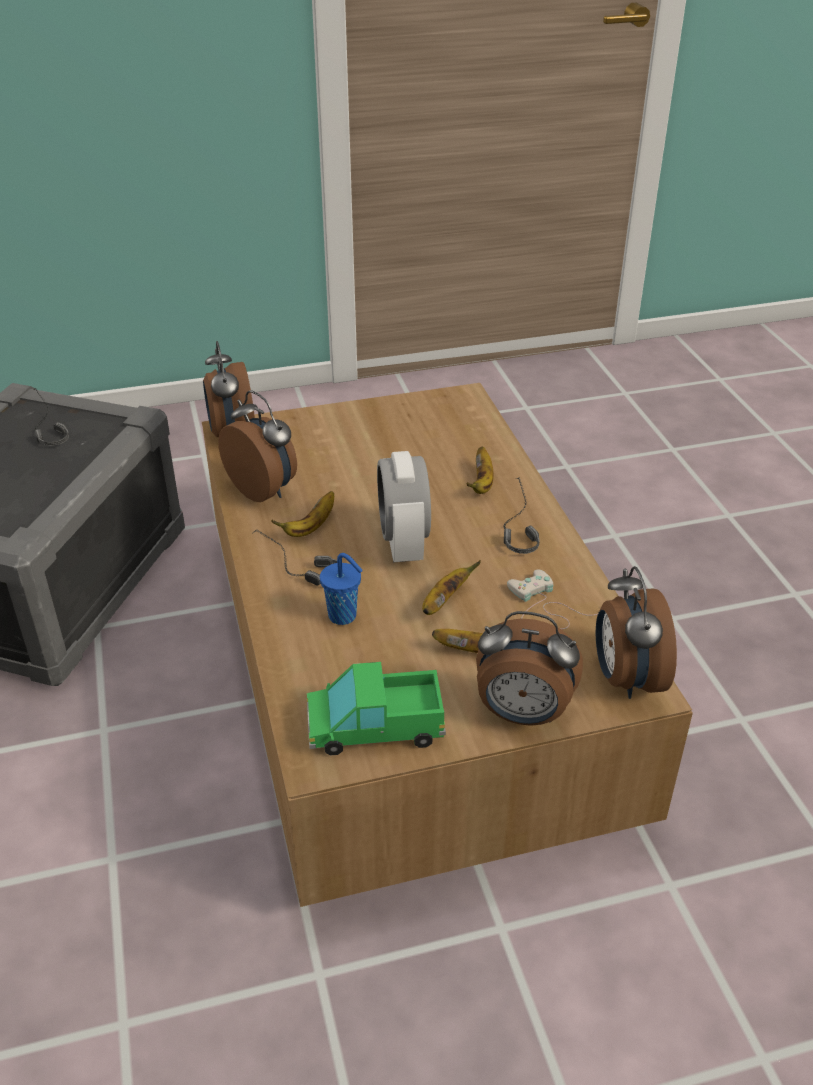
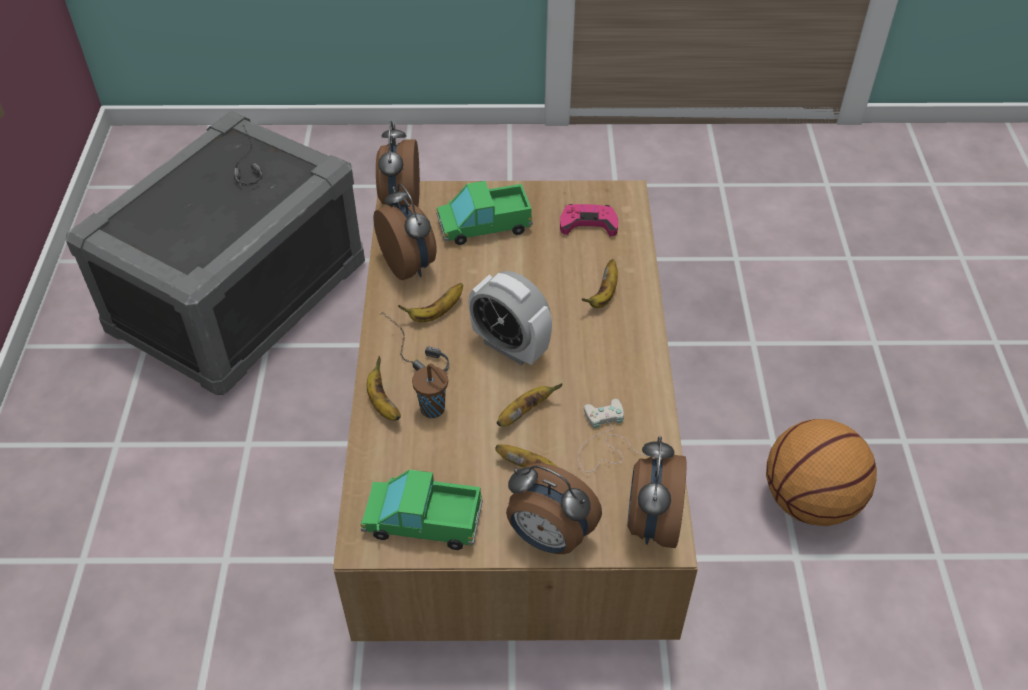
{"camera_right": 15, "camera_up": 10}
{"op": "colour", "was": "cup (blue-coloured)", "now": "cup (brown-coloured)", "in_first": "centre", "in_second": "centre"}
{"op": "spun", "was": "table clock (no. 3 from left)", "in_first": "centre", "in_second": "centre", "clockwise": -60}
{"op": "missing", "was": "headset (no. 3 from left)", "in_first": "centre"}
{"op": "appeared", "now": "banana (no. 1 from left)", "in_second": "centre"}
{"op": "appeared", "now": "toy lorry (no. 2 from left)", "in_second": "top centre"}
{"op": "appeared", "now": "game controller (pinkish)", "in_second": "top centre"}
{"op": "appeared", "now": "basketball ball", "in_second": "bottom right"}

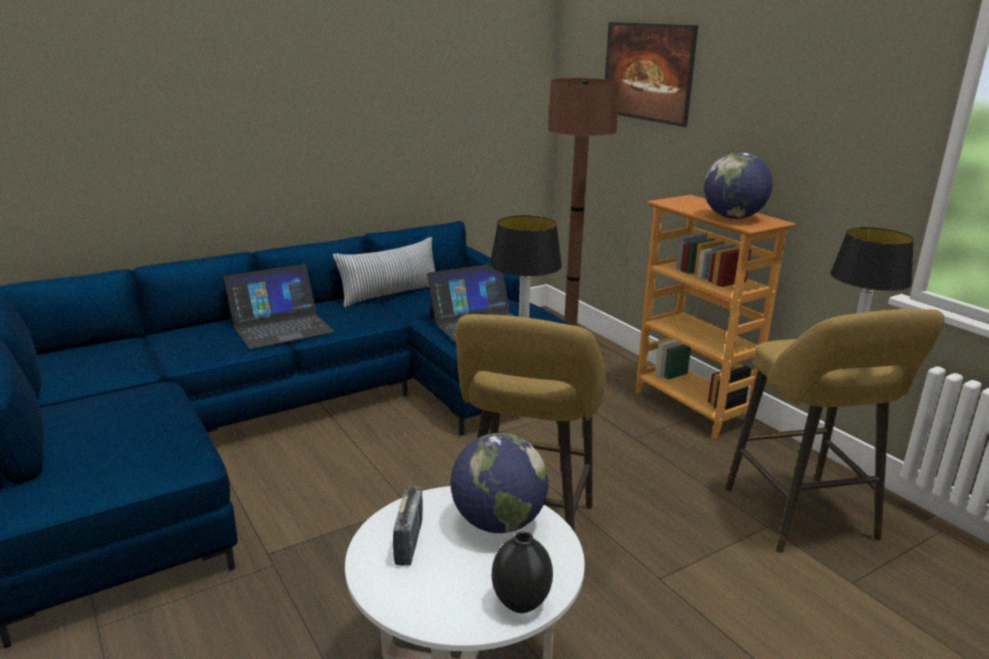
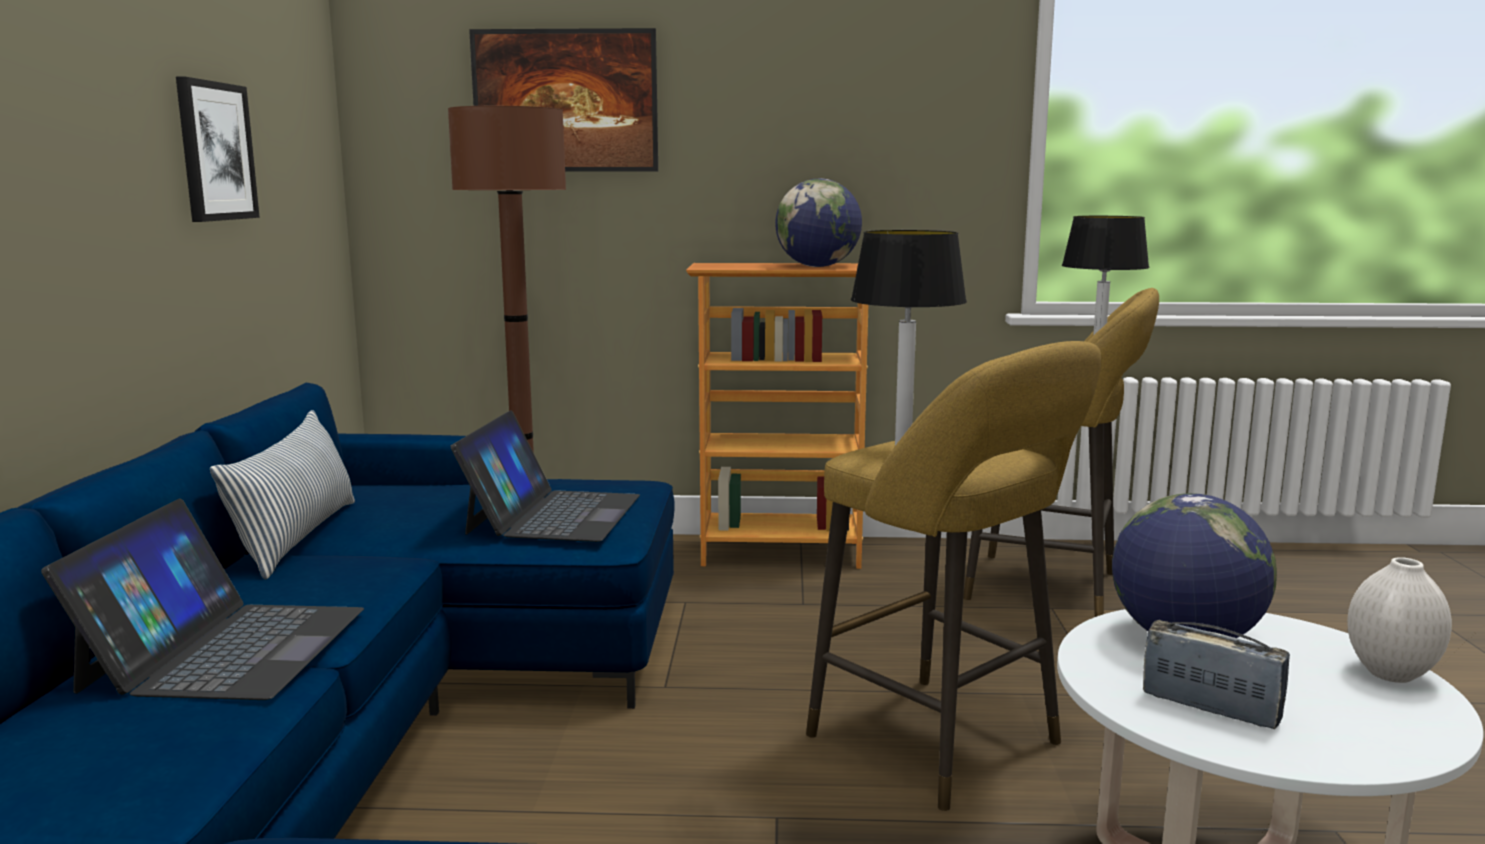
{"camera_right": -55, "camera_up": -10}
{"op": "colour", "was": "flower vase (black)", "now": "flower vase (white)", "in_first": "bottom centre", "in_second": "bottom right"}
{"op": "appeared", "now": "picture (no. 1 from left)", "in_second": "top left"}

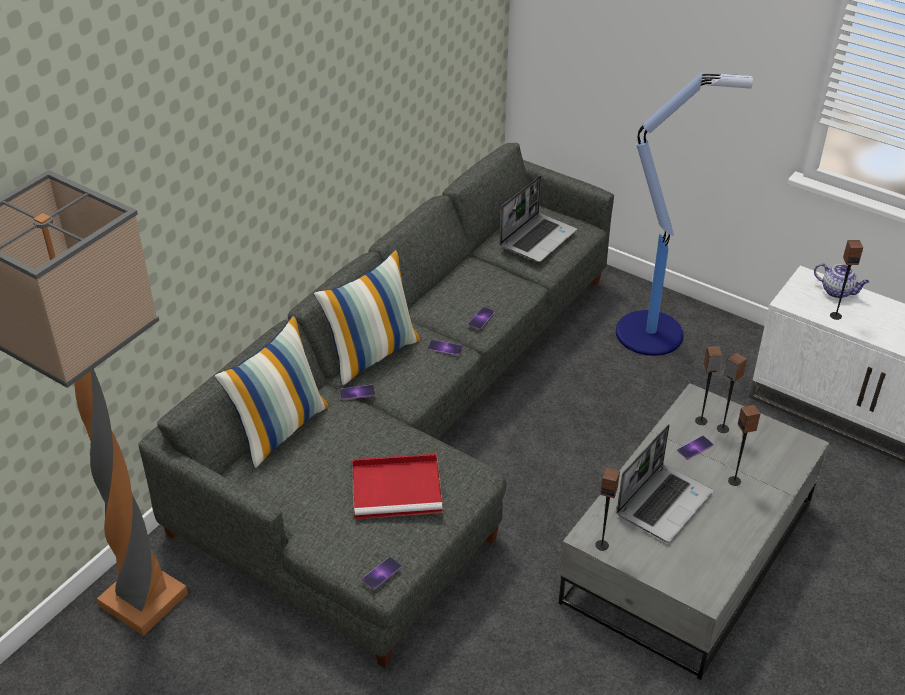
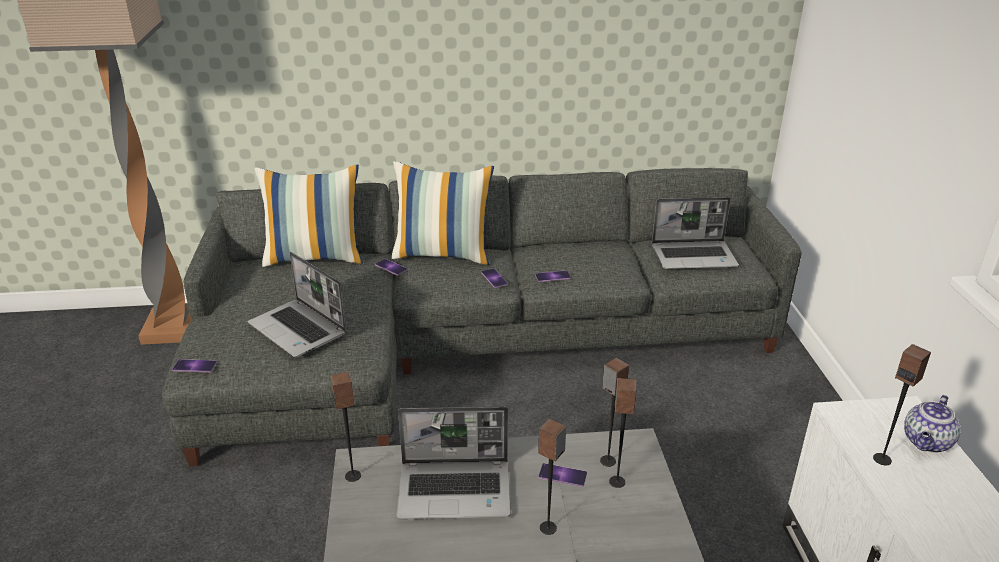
{"camera_right": 50, "camera_up": -10}
{"op": "exchanged", "was": "serving tray (red)", "now": "laptop (no. 1 from left)", "in_first": "bottom centre", "in_second": "middle left"}
{"op": "missing", "was": "standing lamp (no. 2 from left)", "in_first": "top right"}
{"op": "spun", "was": "tea pot", "in_first": "middle right", "in_second": "bottom right", "clockwise": 45}

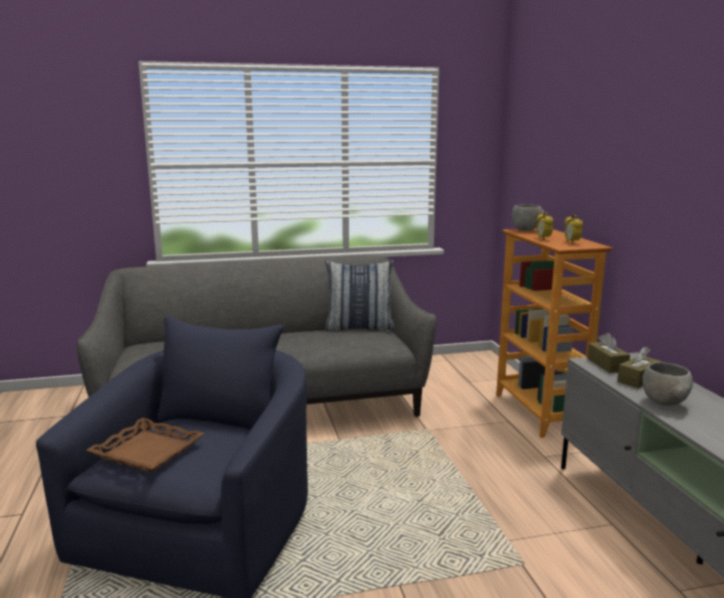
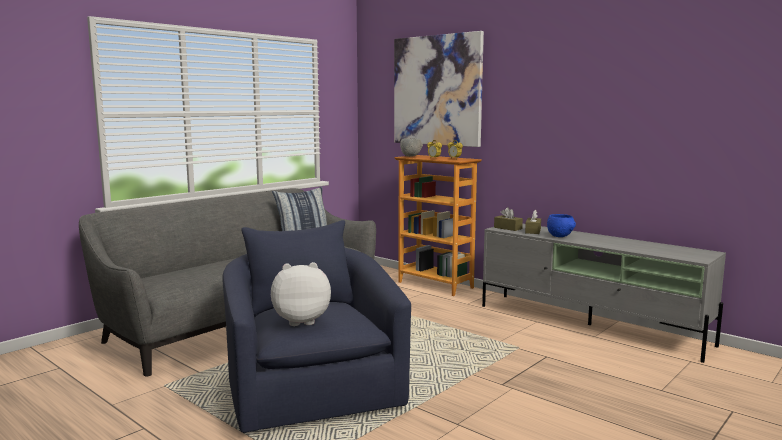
{"camera_right": -35, "camera_up": -5}
{"op": "exchanged", "was": "serving tray (brown-coloured)", "now": "soft toy", "in_first": "bottom left", "in_second": "bottom centre"}
{"op": "colour", "was": "bowl (grey) (no. 2 from left)", "now": "bowl (blue-coloured)", "in_first": "middle right", "in_second": "middle right"}
{"op": "appeared", "now": "picture", "in_second": "top centre"}

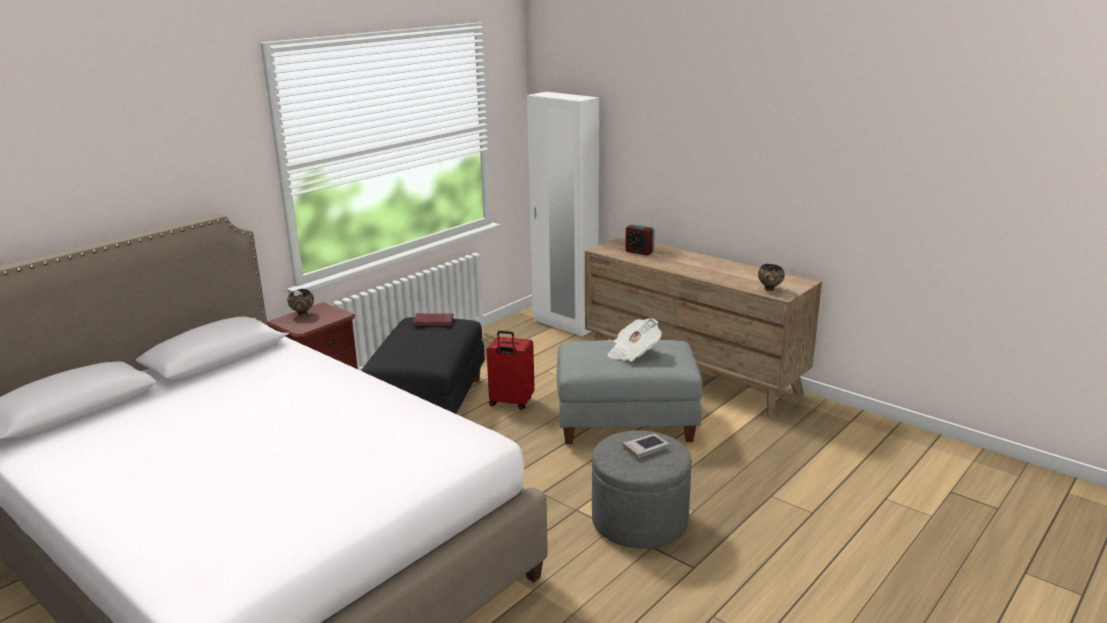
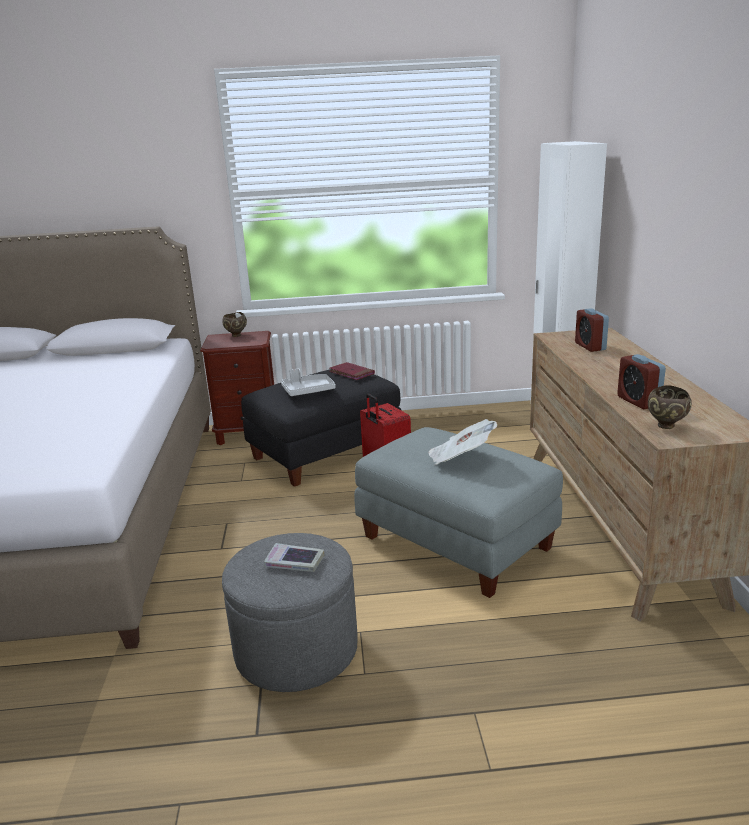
{"camera_right": 45, "camera_up": 0}
{"op": "appeared", "now": "serving tray (grey)", "in_second": "centre"}
{"op": "appeared", "now": "table clock (no. 2 from left)", "in_second": "middle right"}

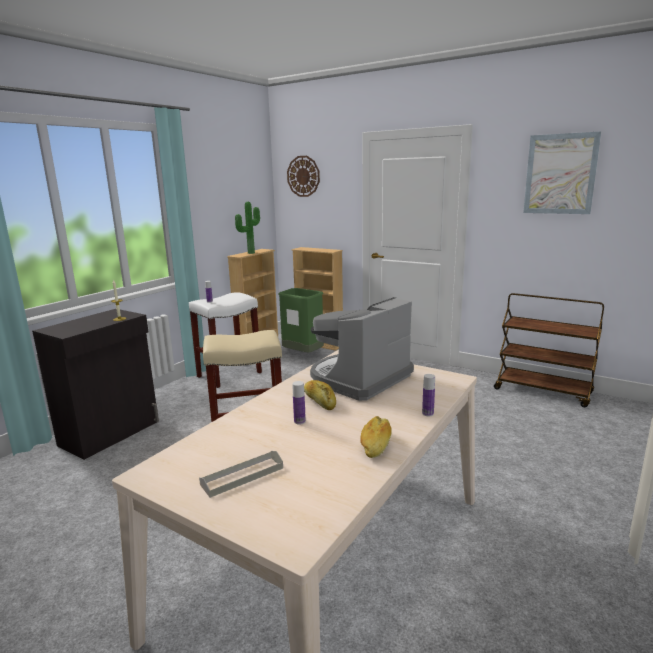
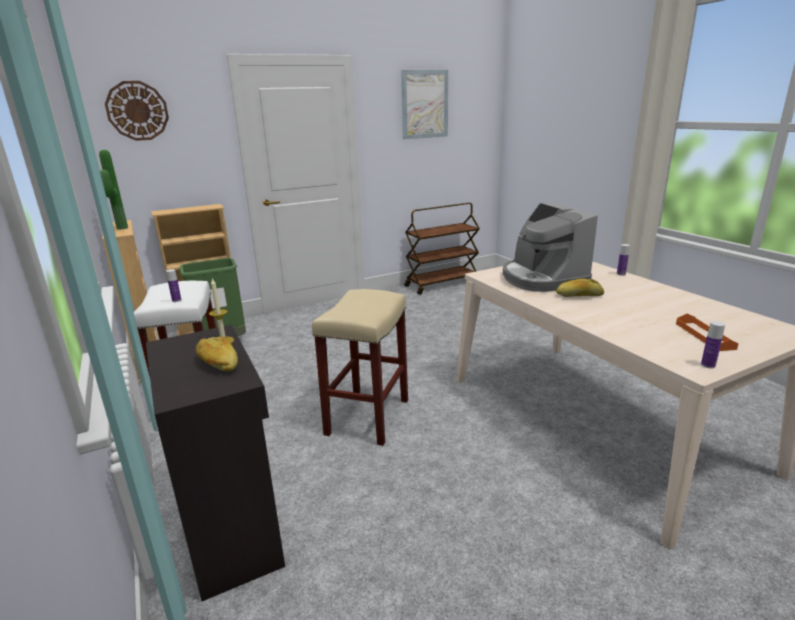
{"camera_right": -60, "camera_up": 5}
{"op": "colour", "was": "serving tray (grey)", "now": "serving tray (orange)", "in_first": "bottom centre", "in_second": "middle right"}
{"op": "relocated", "was": "beverage bottle (no. 2 from left in the first image)", "now": "beverage bottle (no. 3 from left)", "in_first": "centre", "in_second": "middle right"}
{"op": "relocated", "was": "bread (no. 2 from left in the first image)", "now": "bread (no. 1 from left)", "in_first": "bottom centre", "in_second": "middle left"}

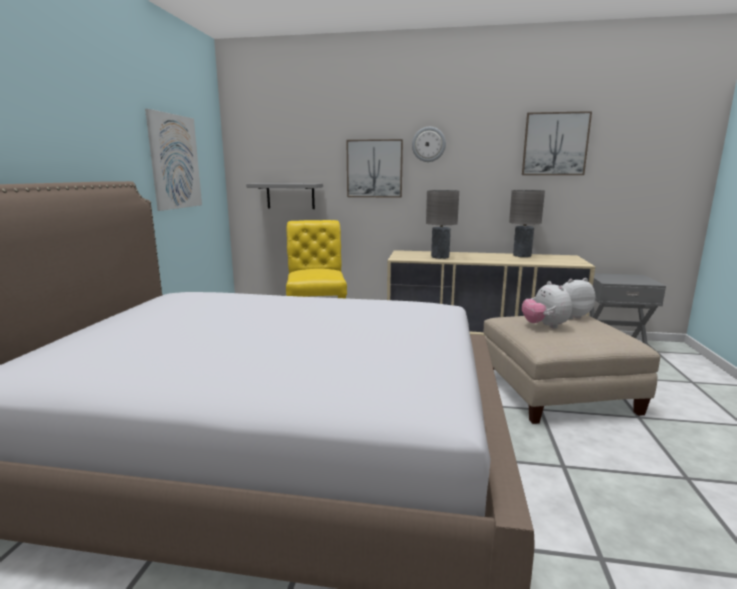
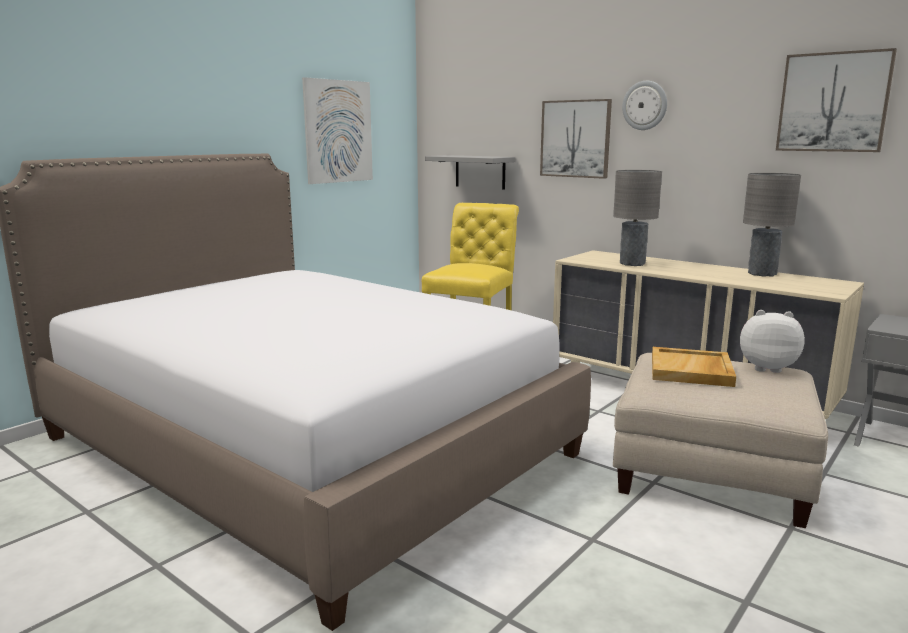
{"camera_right": 30, "camera_up": 0}
{"op": "exchanged", "was": "soft toy (no. 1 from left)", "now": "serving tray (beige)", "in_first": "middle right", "in_second": "middle right"}

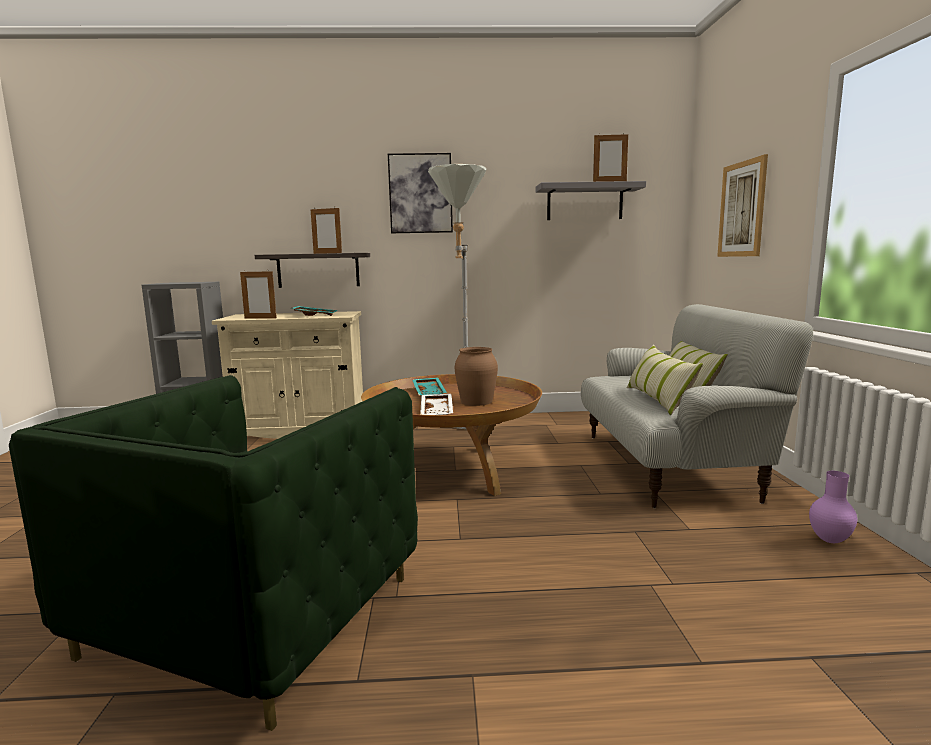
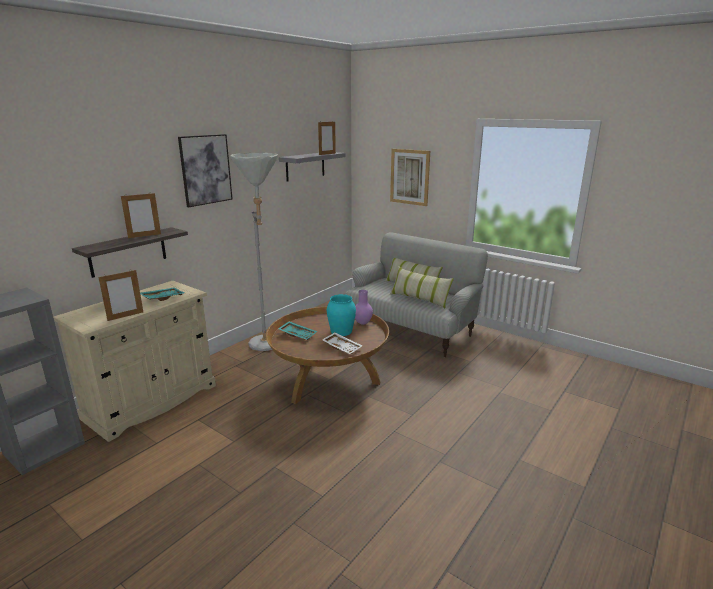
{"camera_right": -50, "camera_up": 10}
{"op": "missing", "was": "armchair (greenish)", "in_first": "bottom left"}
{"op": "colour", "was": "flower vase (brown-coloured)", "now": "flower vase (turquoise)", "in_first": "centre", "in_second": "centre"}
{"op": "relocated", "was": "flower vase (purplish)", "in_first": "bottom right", "in_second": "centre"}

